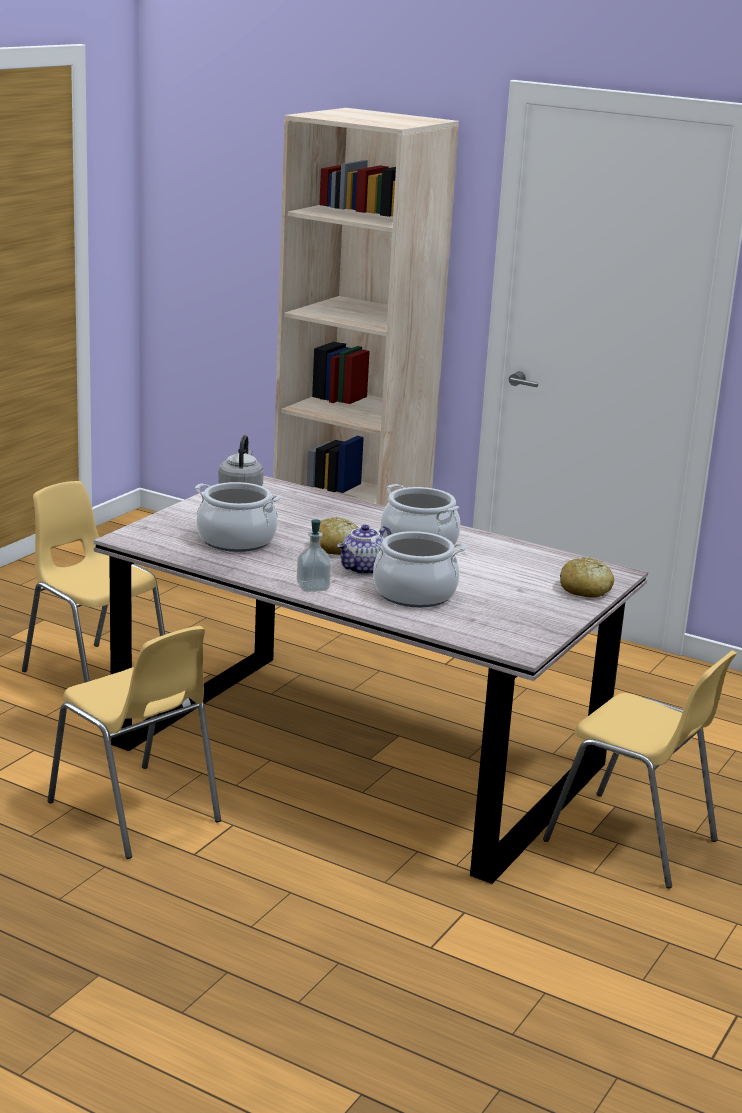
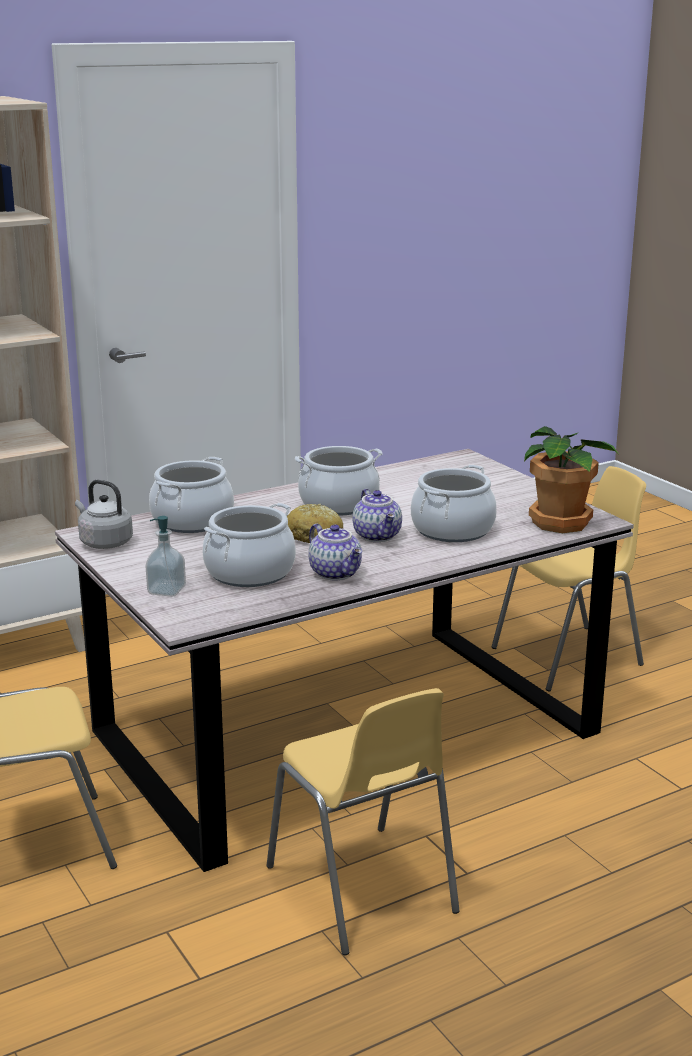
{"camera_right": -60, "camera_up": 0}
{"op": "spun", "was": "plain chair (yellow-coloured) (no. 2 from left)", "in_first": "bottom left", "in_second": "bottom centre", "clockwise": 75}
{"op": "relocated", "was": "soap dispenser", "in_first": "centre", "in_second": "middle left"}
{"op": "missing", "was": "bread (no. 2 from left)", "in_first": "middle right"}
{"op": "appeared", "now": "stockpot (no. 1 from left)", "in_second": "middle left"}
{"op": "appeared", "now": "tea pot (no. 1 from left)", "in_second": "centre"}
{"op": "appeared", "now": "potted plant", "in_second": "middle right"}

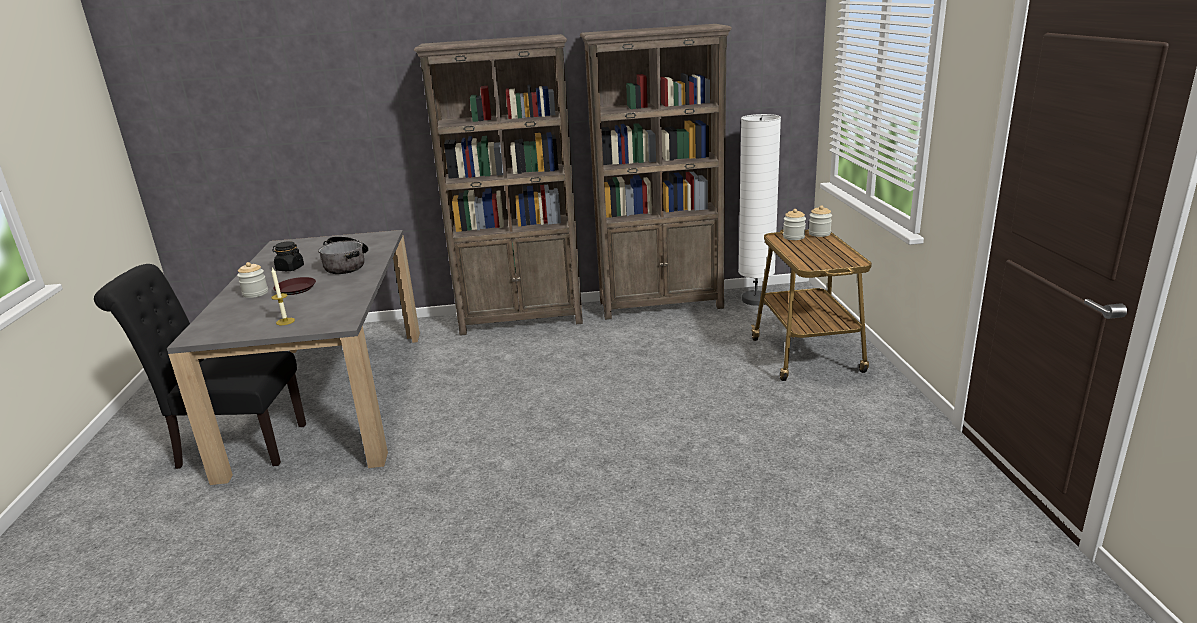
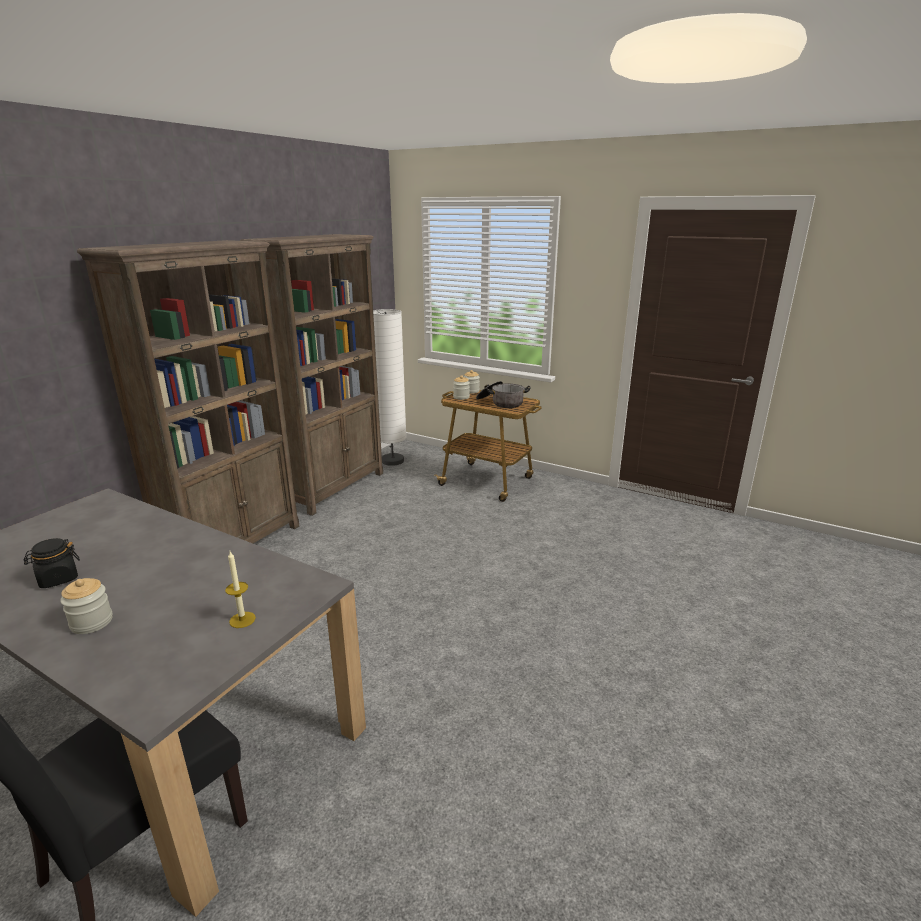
{"camera_right": -55, "camera_up": 0}
{"op": "missing", "was": "flat dish (brown-coloured)", "in_first": "middle left"}
{"op": "relocated", "was": "stockpot", "in_first": "middle left", "in_second": "centre"}

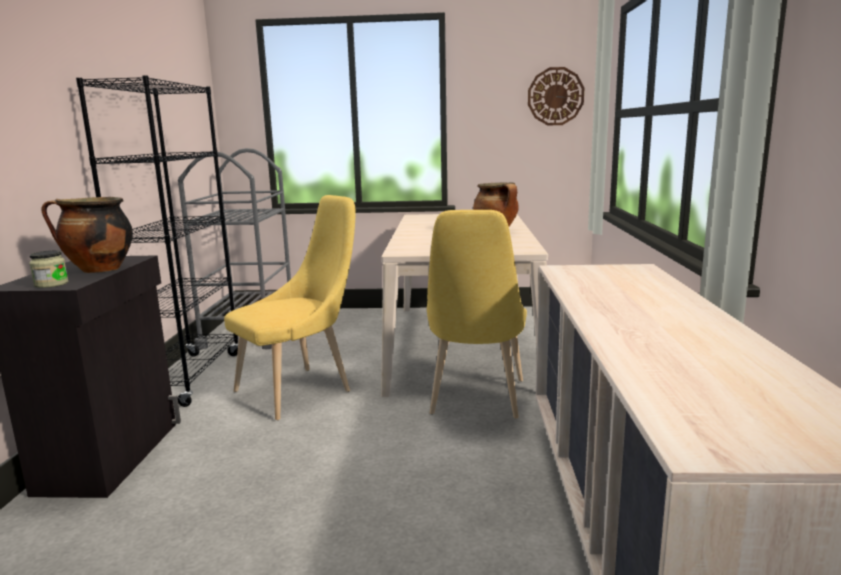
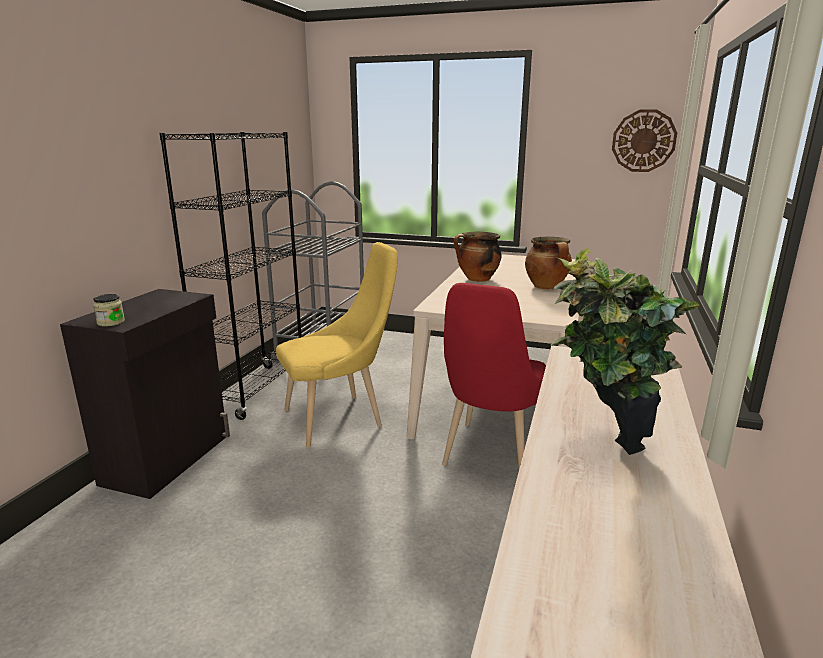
{"camera_right": 15, "camera_up": 5}
{"op": "relocated", "was": "stockpot (no. 1 from left)", "in_first": "middle left", "in_second": "centre"}
{"op": "colour", "was": "plain chair (yellow-coloured) (no. 2 from left)", "now": "plain chair (red)", "in_first": "centre", "in_second": "centre"}
{"op": "appeared", "now": "potted plant", "in_second": "middle right"}

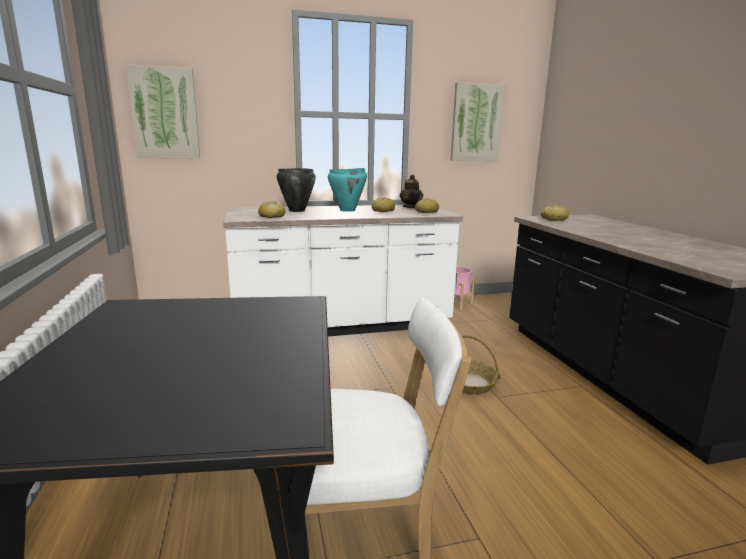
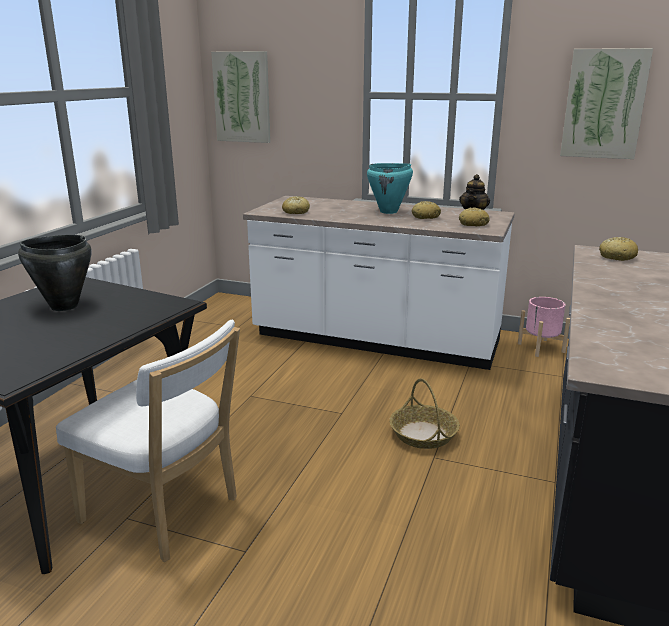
{"camera_right": 35, "camera_up": 5}
{"op": "relocated", "was": "stockpot (black)", "in_first": "centre", "in_second": "middle left"}

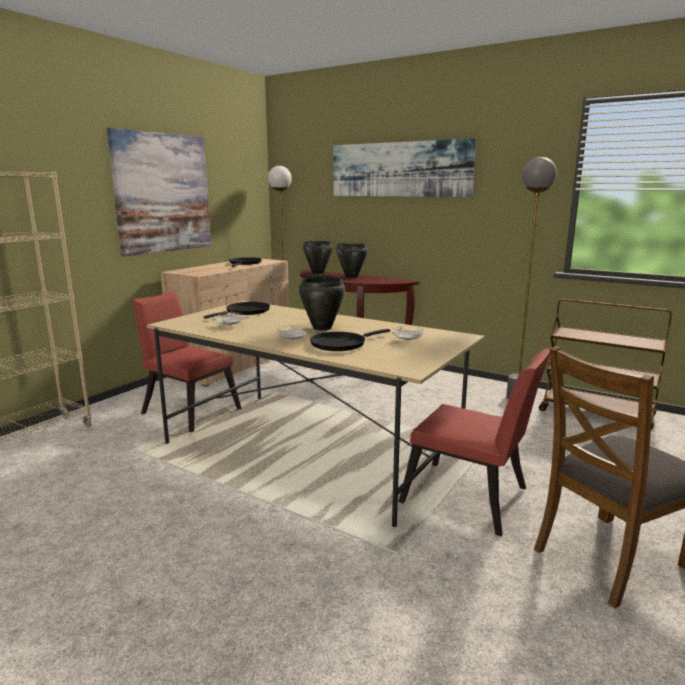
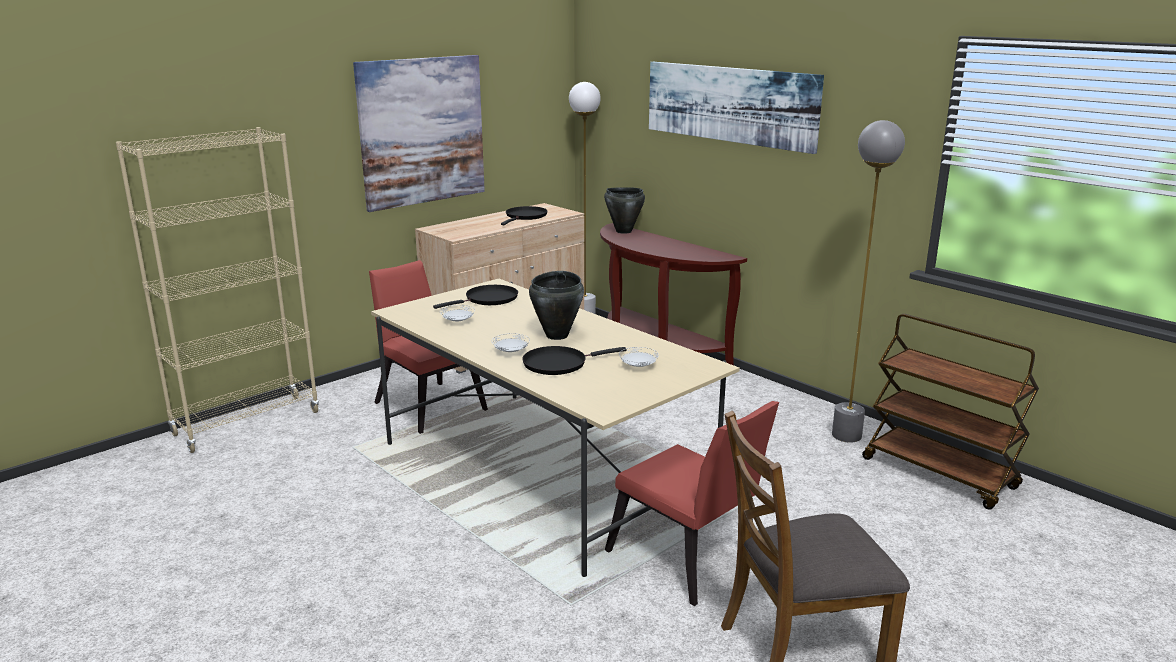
{"camera_right": 15, "camera_up": 5}
{"op": "missing", "was": "stockpot (black) (no. 3 from left)", "in_first": "centre"}

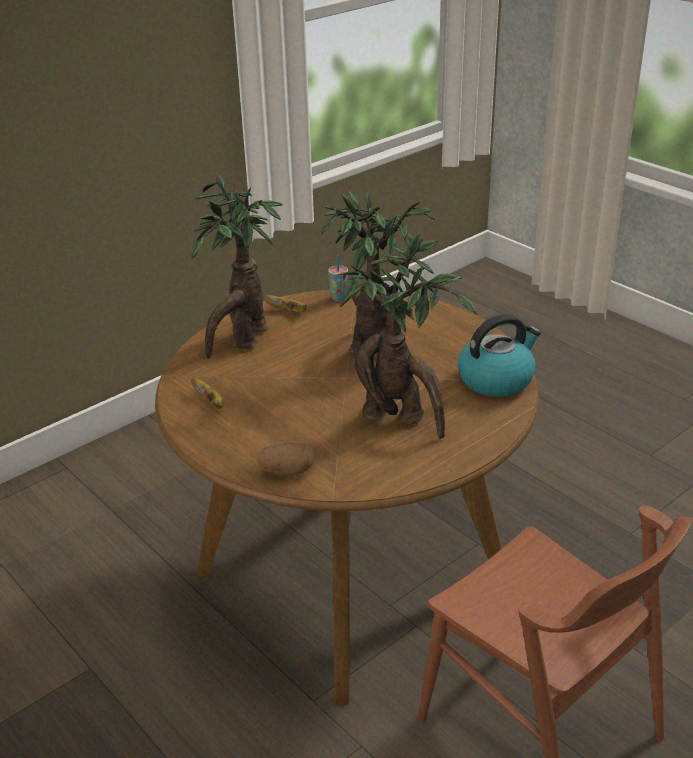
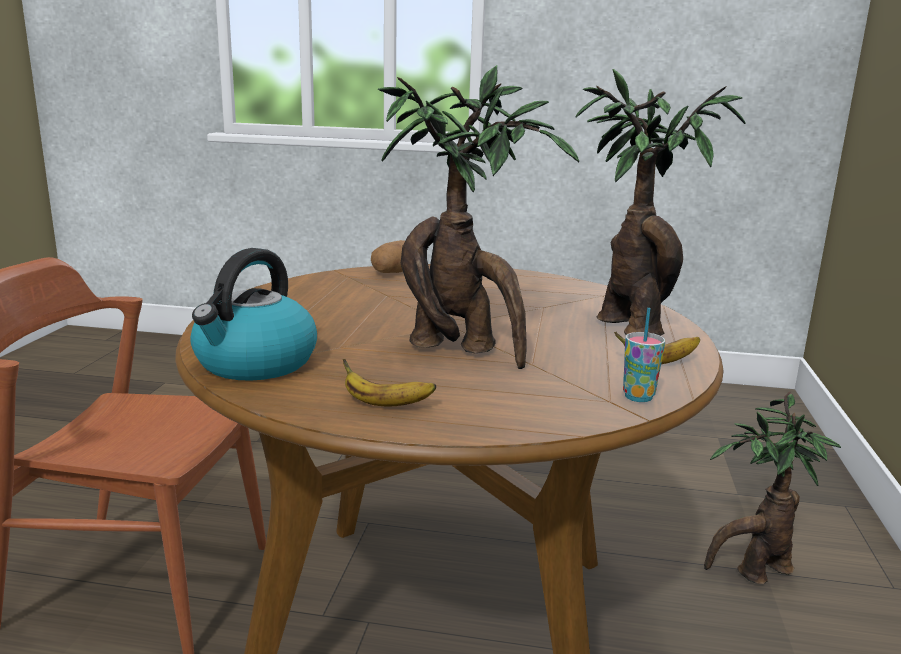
{"camera_right": 140, "camera_up": -15}
{"op": "relocated", "was": "banana (no. 1 from left)", "in_first": "middle left", "in_second": "centre"}
{"op": "relocated", "was": "potted plant (no. 3 from left)", "in_first": "centre", "in_second": "bottom right"}

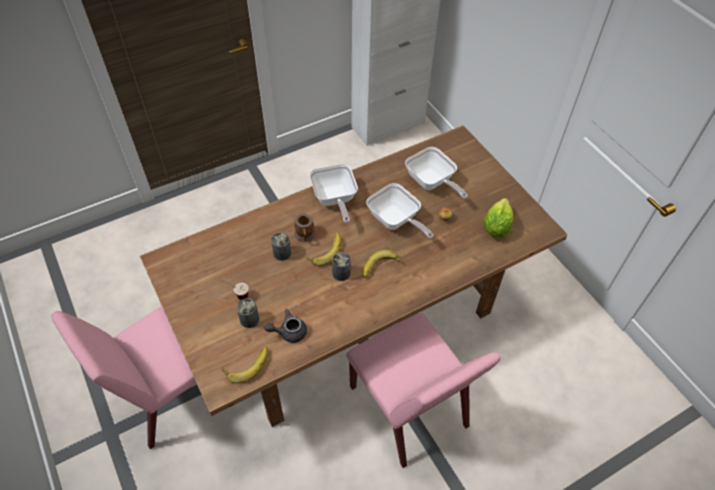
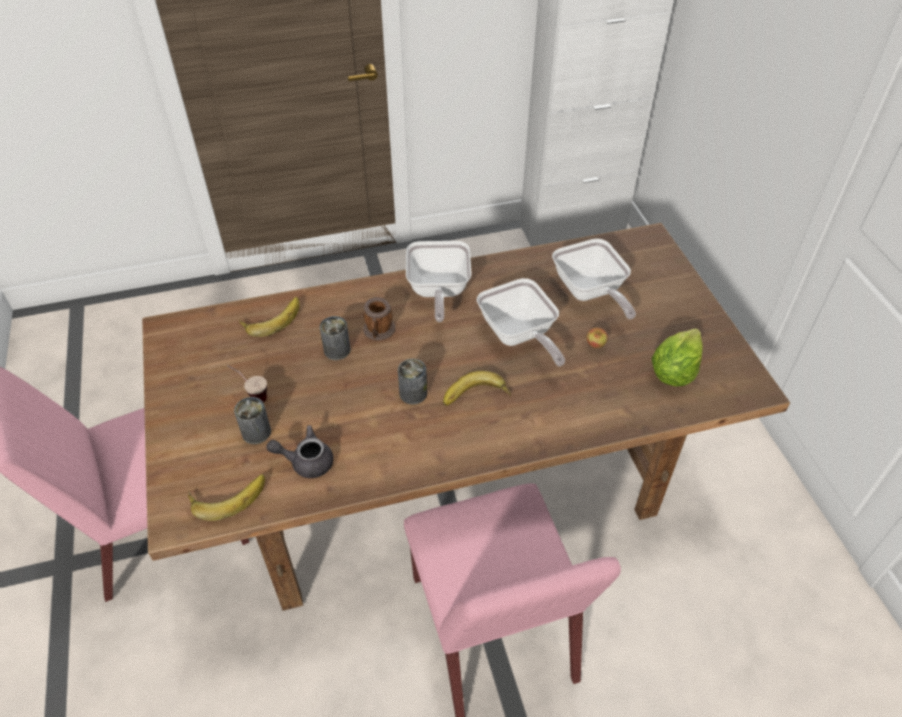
{"camera_right": 15, "camera_up": -5}
{"op": "relocated", "was": "banana (no. 2 from left)", "in_first": "centre", "in_second": "middle left"}

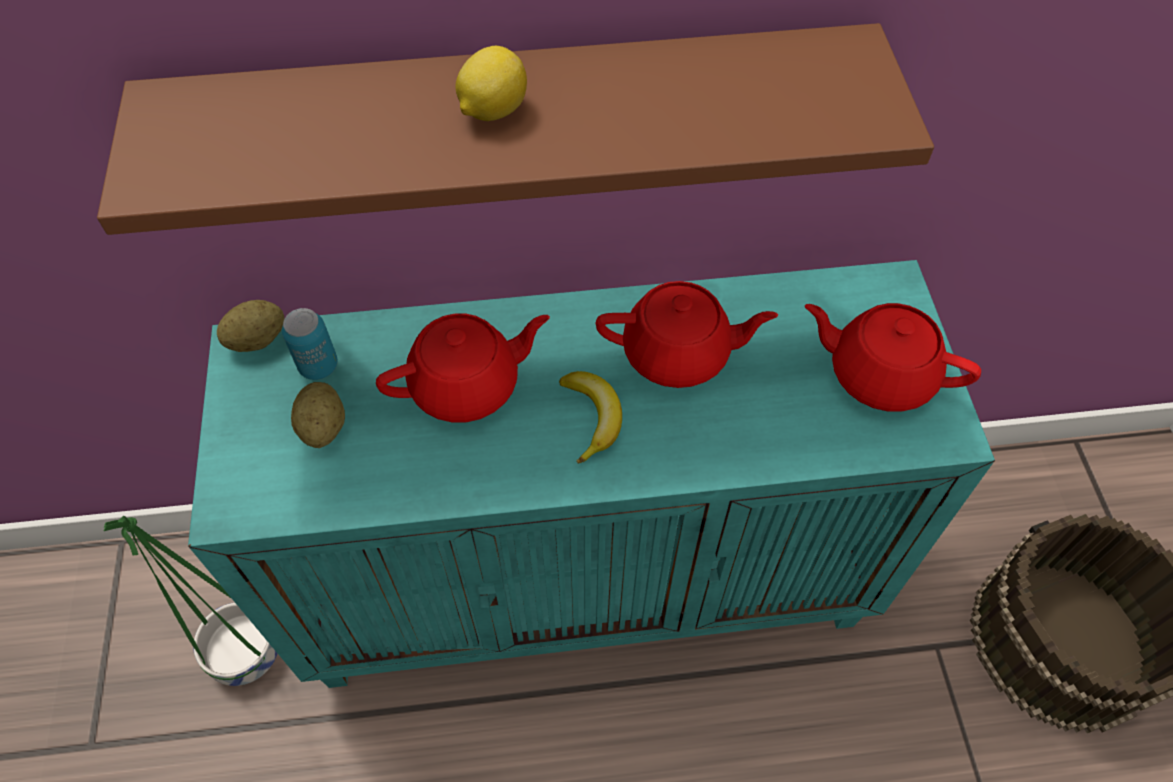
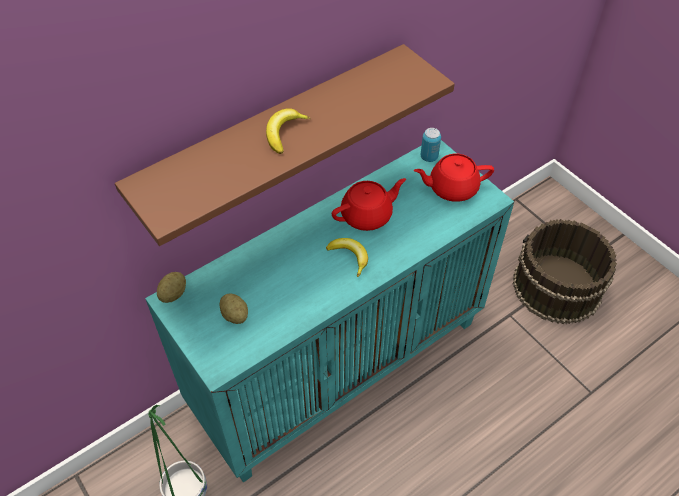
{"camera_right": -30, "camera_up": -5}
{"op": "relocated", "was": "metal can", "in_first": "middle left", "in_second": "top centre"}
{"op": "missing", "was": "tea pot (red) (no. 1 from left)", "in_first": "centre"}
{"op": "exchanged", "was": "citrus fruit", "now": "banana (no. 1 from left)", "in_first": "top centre", "in_second": "top centre"}

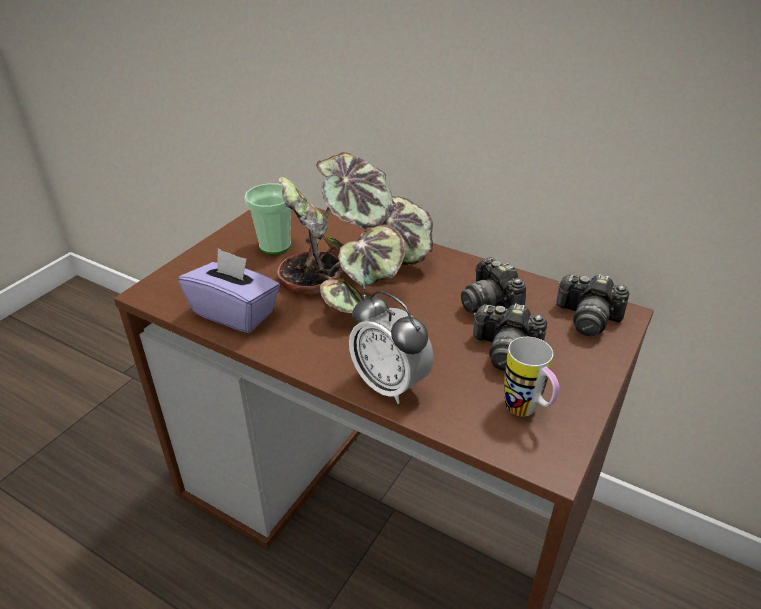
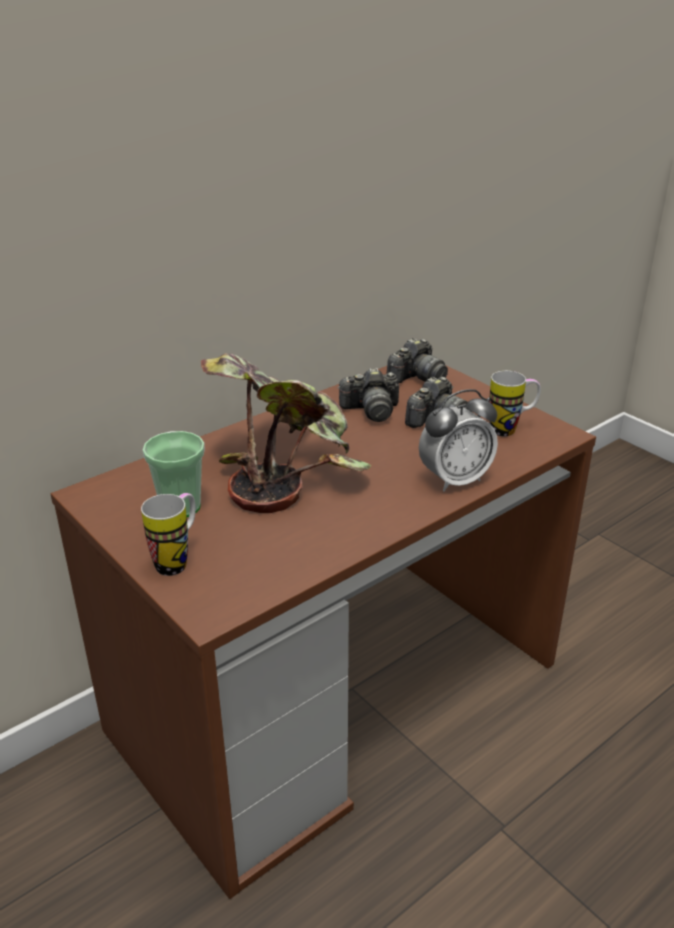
{"camera_right": -70, "camera_up": -5}
{"op": "missing", "was": "tissue box (purplish)", "in_first": "middle left"}
{"op": "appeared", "now": "coffee mug (no. 1 from left)", "in_second": "middle left"}

